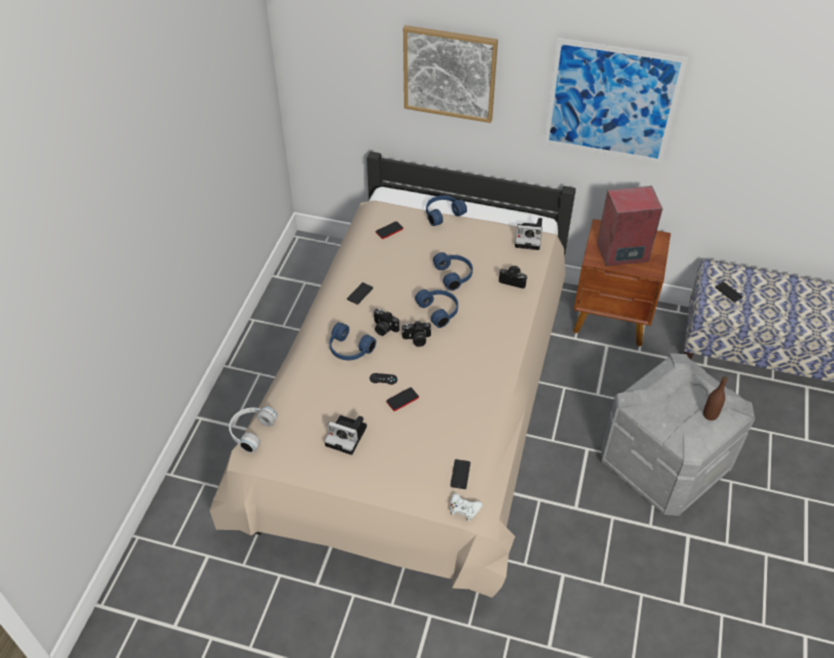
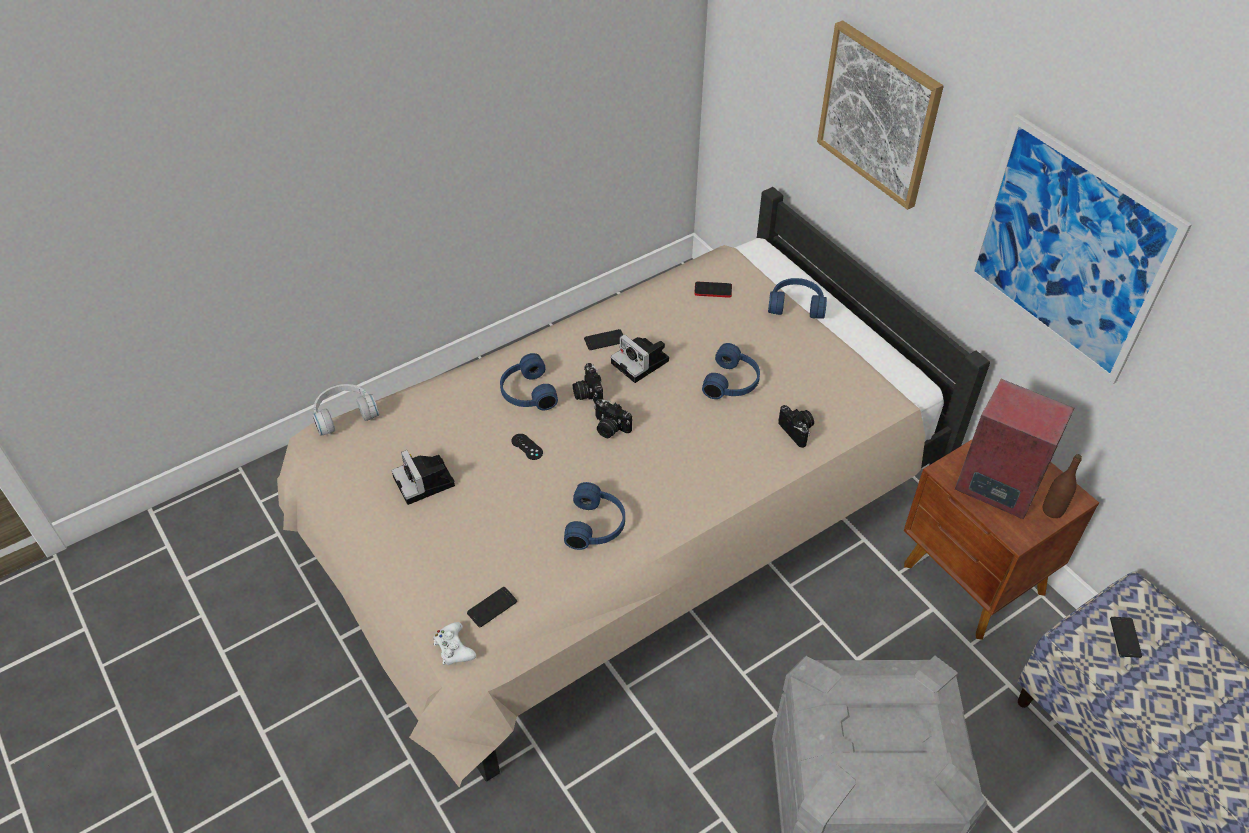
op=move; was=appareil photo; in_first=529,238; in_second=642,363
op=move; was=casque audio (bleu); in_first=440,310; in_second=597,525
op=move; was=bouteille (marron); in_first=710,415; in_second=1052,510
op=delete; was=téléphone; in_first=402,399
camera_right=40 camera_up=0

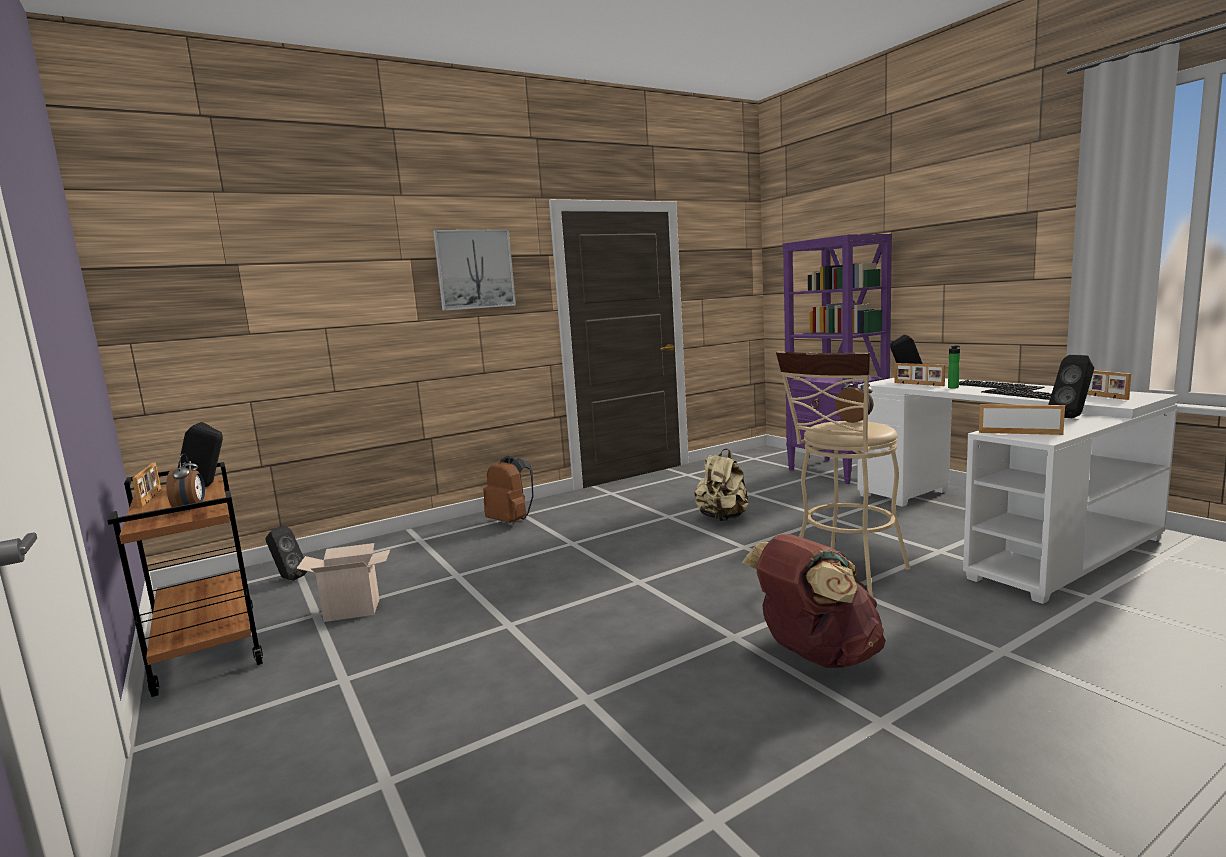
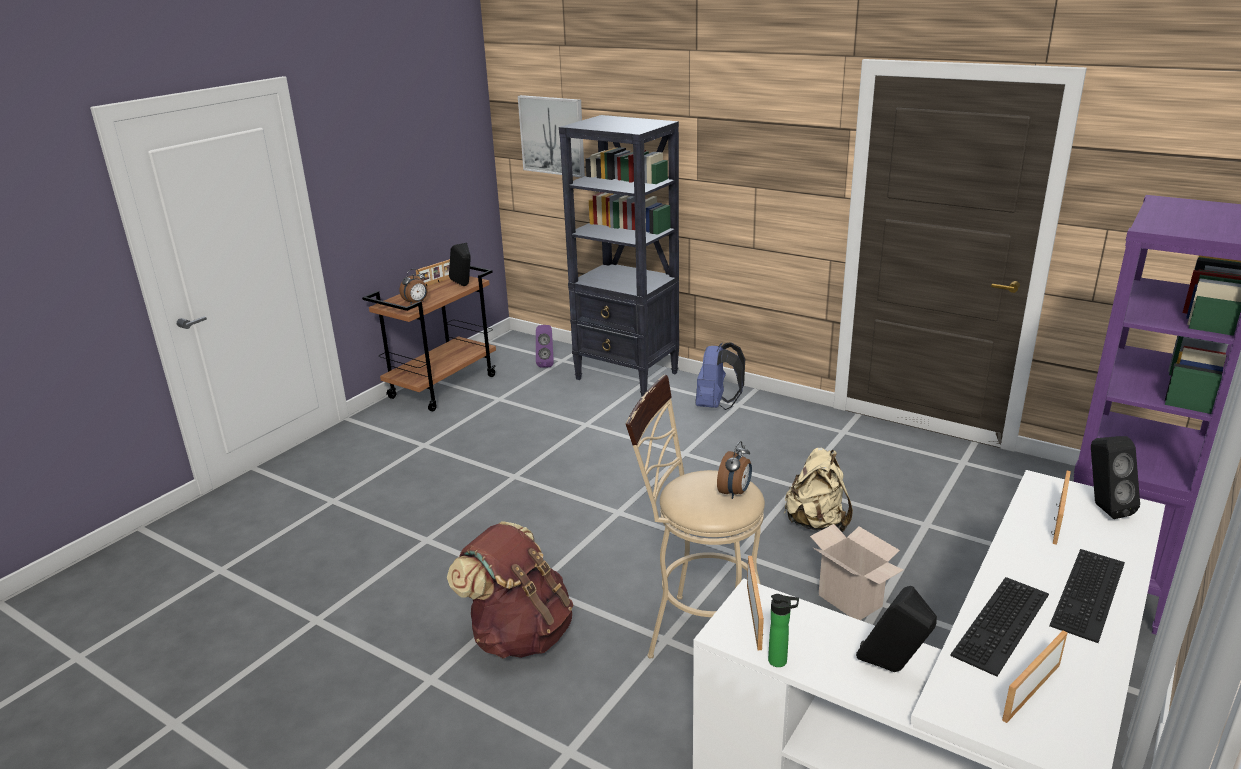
op=move; was=tableau; in_first=475,269; in_second=552,135
op=move; was=bouteille; in_first=953,387; in_second=780,661
op=recolor; was=sac à dos (marron); now=sac à dos (bleu); in_first=511,521; in_second=716,405
op=recolor; was=enceinte (noir); now=enceinte (violet); in_first=288,578; in_second=546,364
op=move; was=carton; in_first=354,609; in_second=852,601
op=insert; now=bibliothèque (noir); in_second=627,376
camera_right=65 camera_up=15

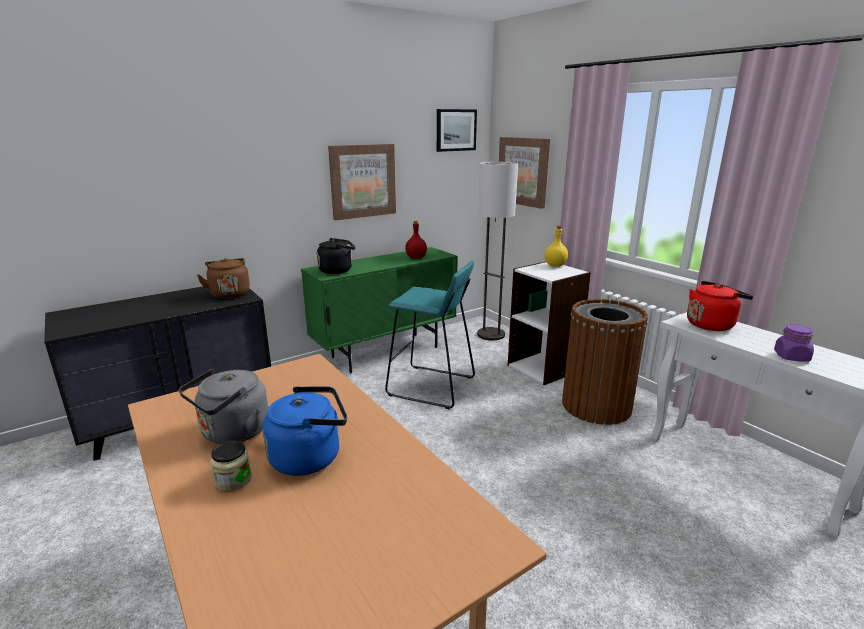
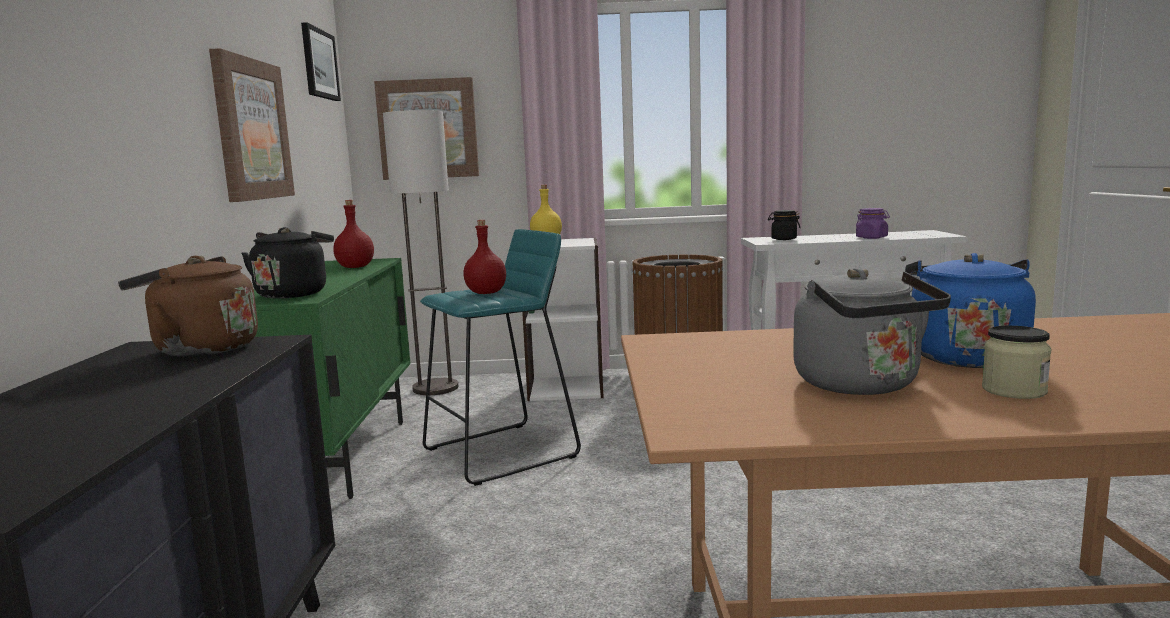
op=replace; was=bouilloire (rouge); now=bocal (noir); in_first=711,324; in_second=783,239
op=insert; now=bouteille (rouge); in_second=486,293
camera_right=-55 camera_up=-10

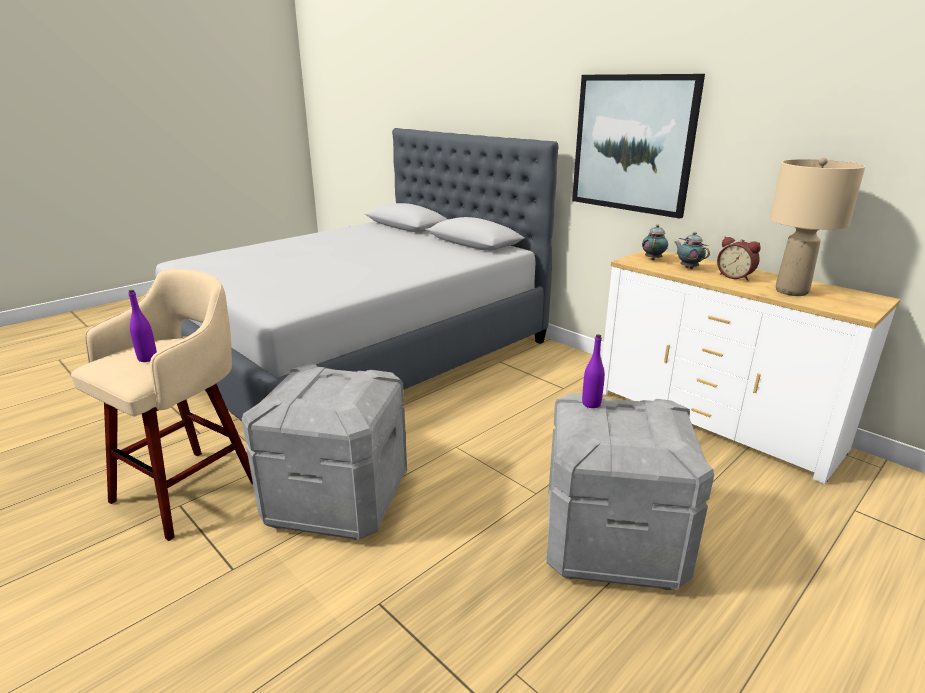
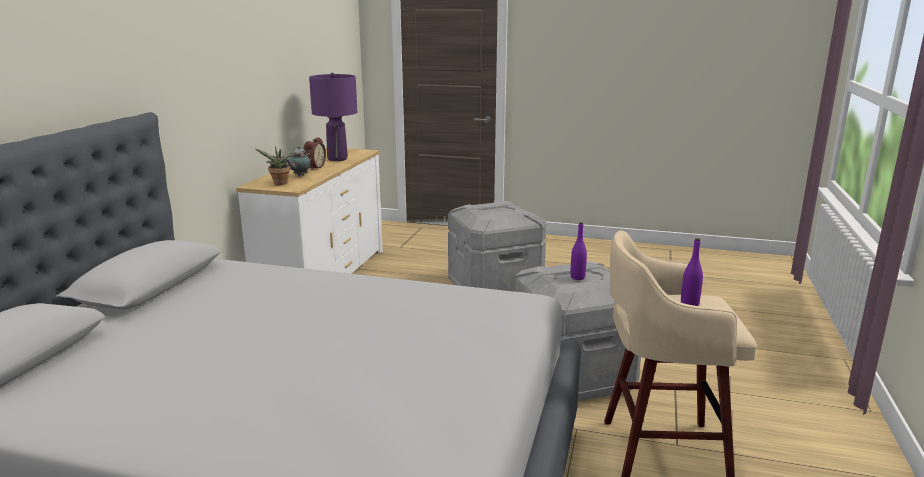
op=delete; was=tableau; in_first=632,144
op=recolor; was=lampe de table (beige); now=lampe de table (violet); in_first=792,291; in_second=338,159
op=replace; was=théière; now=plante en pot; in_first=653,259; in_second=279,184
op=move; was=bouteille (violet); in_first=591,404; in_second=577,277
camera_right=-120 camera_up=-5

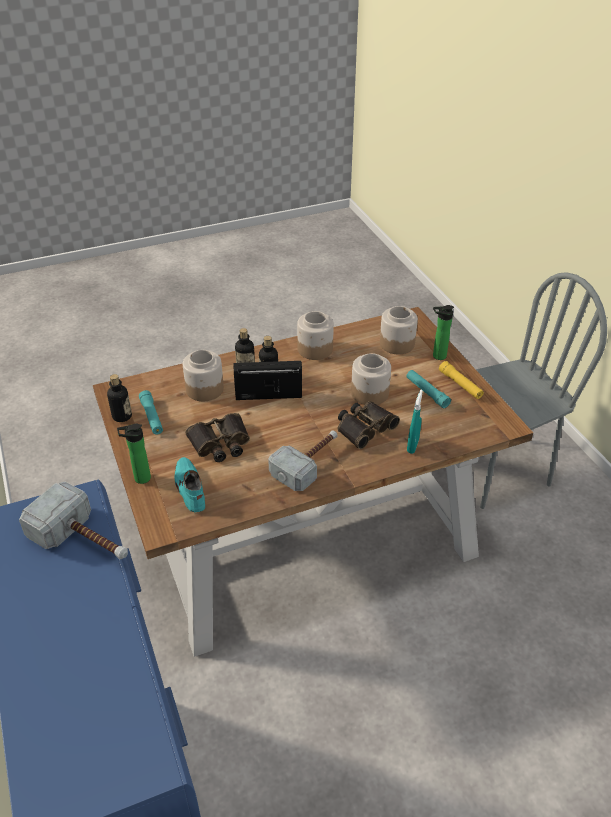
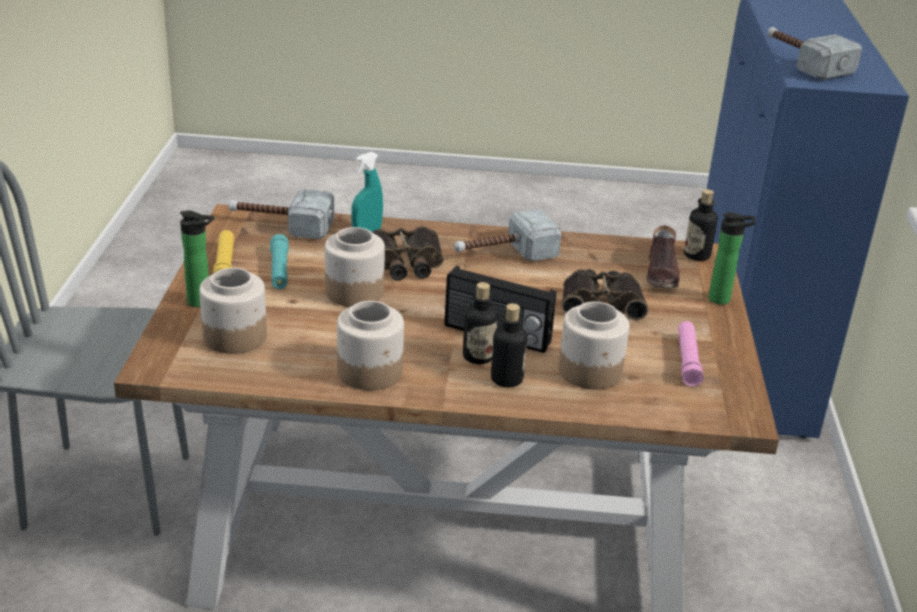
op=move; was=bouteille; in_first=122,416; in_second=697,255
op=recolor; was=lampe de poche (turquoise); now=lampe de poche (rose); in_first=152,417; in_second=687,360
op=recolor; was=chaussure (turquoise); now=chaussure (marron); in_first=189,488; in_second=662,274
op=insert; now=marteau; in_second=280,224
camera_right=-155 camera_up=-10

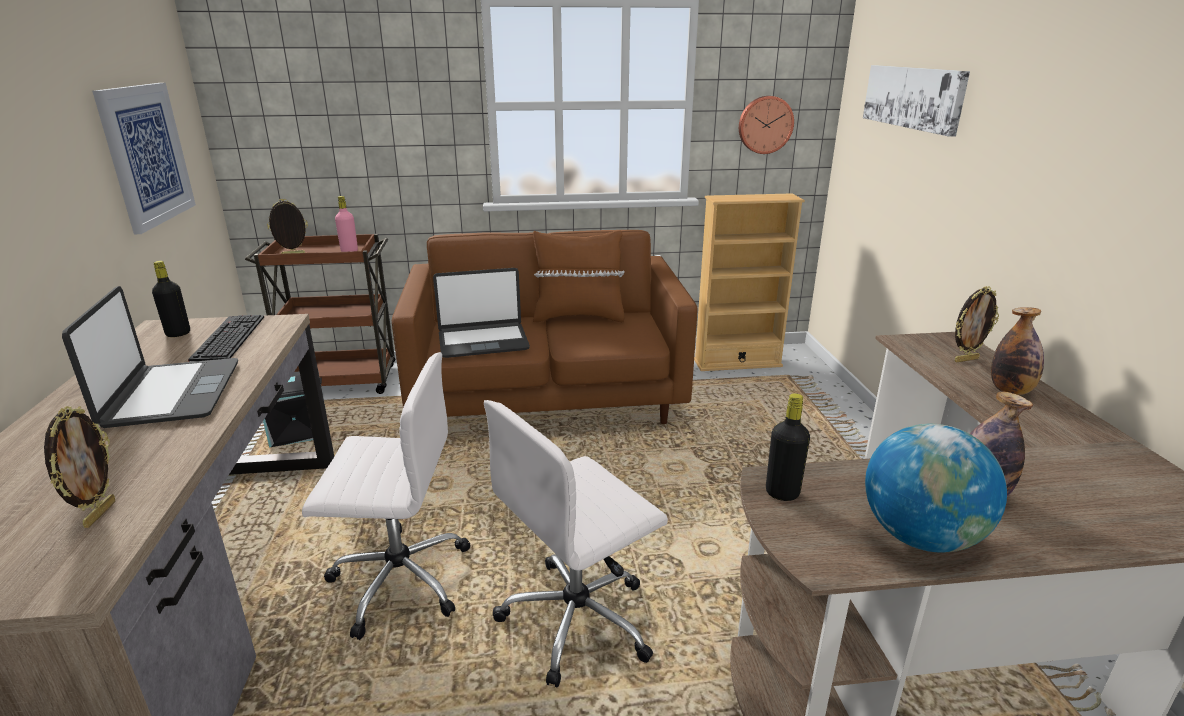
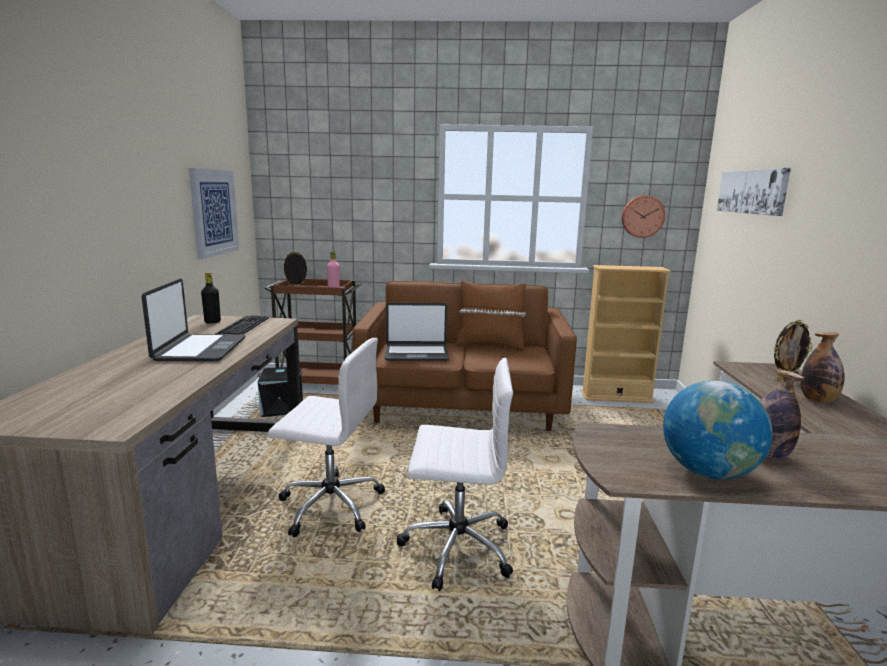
op=delete; was=bouteille (noir); in_first=782,493
op=rotate; was=chaise de bureau (blanc); in_first=579,619; in_second=455,547; clockwise=-150
op=delete; was=cadre photo; in_first=99,514
camera_right=10 camera_up=-10

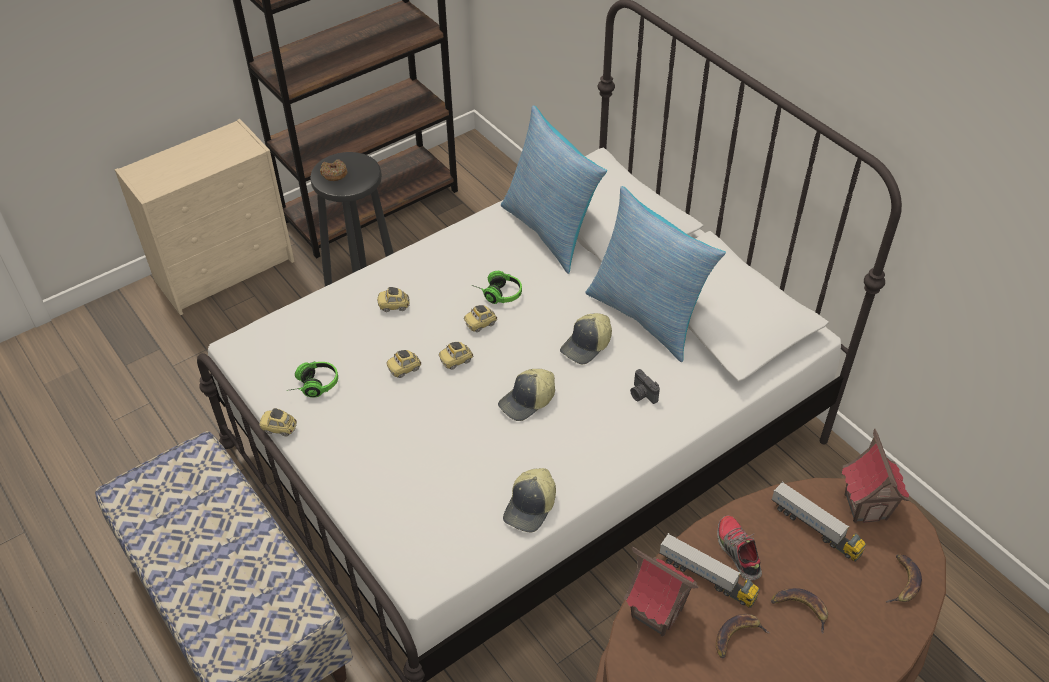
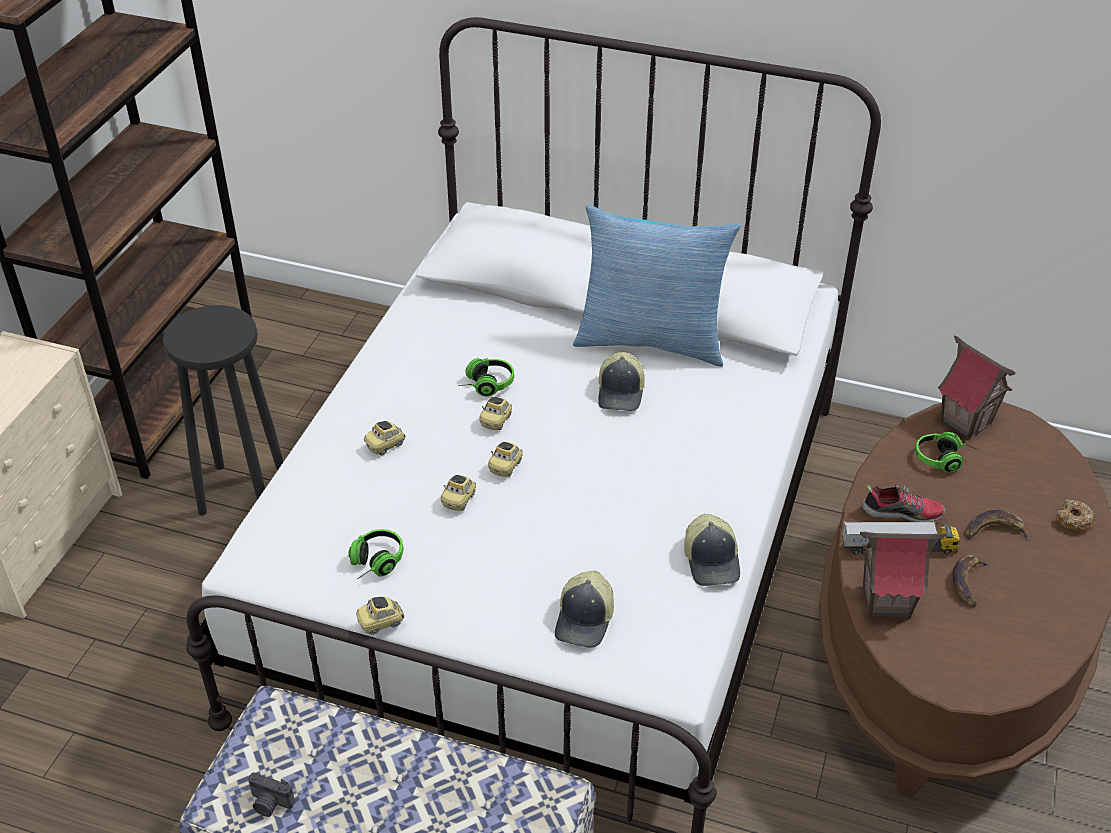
op=delete; was=coussin; in_first=551,231
op=move; was=beignet; in_first=334,174; in_second=1073,520
op=move; was=casquette; in_first=527,401; in_second=585,619
op=move; was=appareil photo; in_first=642,395; in_second=270,804
op=replace; was=camion jouet; now=casque audio; in_first=815,528; in_second=944,460
op=rotate; was=chaussure; in_first=737,551; in_second=902,512; clockwise=150
op=delete; was=banane; in_first=903,582
camera_right=-35 camera_up=-5

